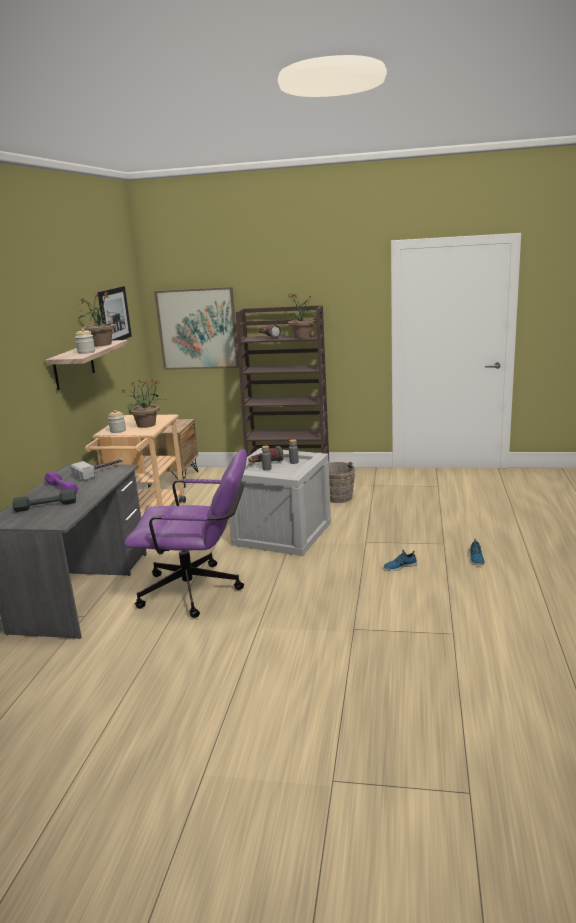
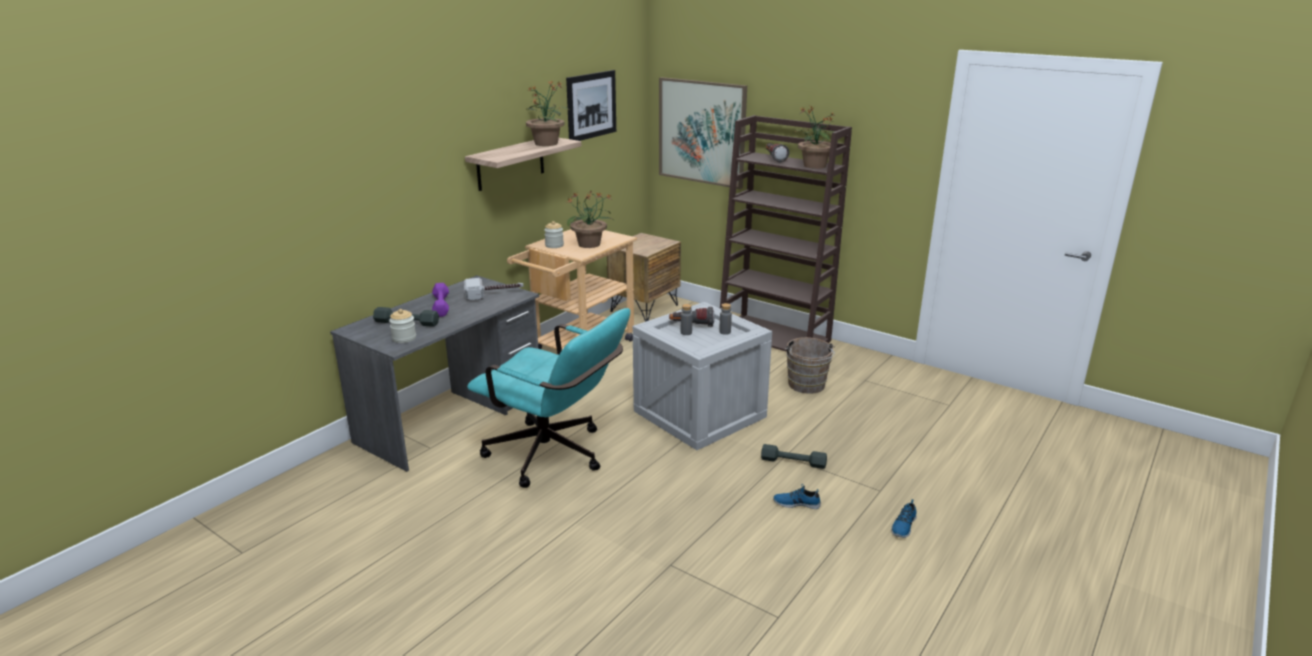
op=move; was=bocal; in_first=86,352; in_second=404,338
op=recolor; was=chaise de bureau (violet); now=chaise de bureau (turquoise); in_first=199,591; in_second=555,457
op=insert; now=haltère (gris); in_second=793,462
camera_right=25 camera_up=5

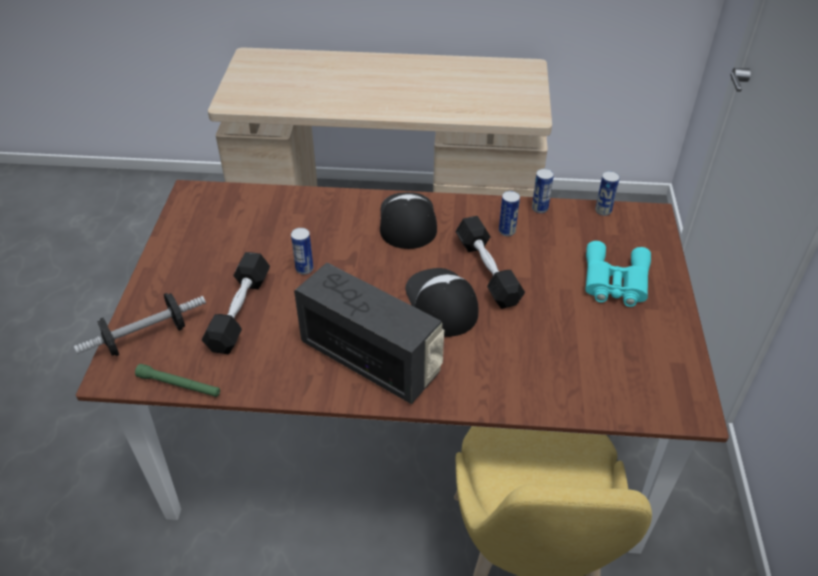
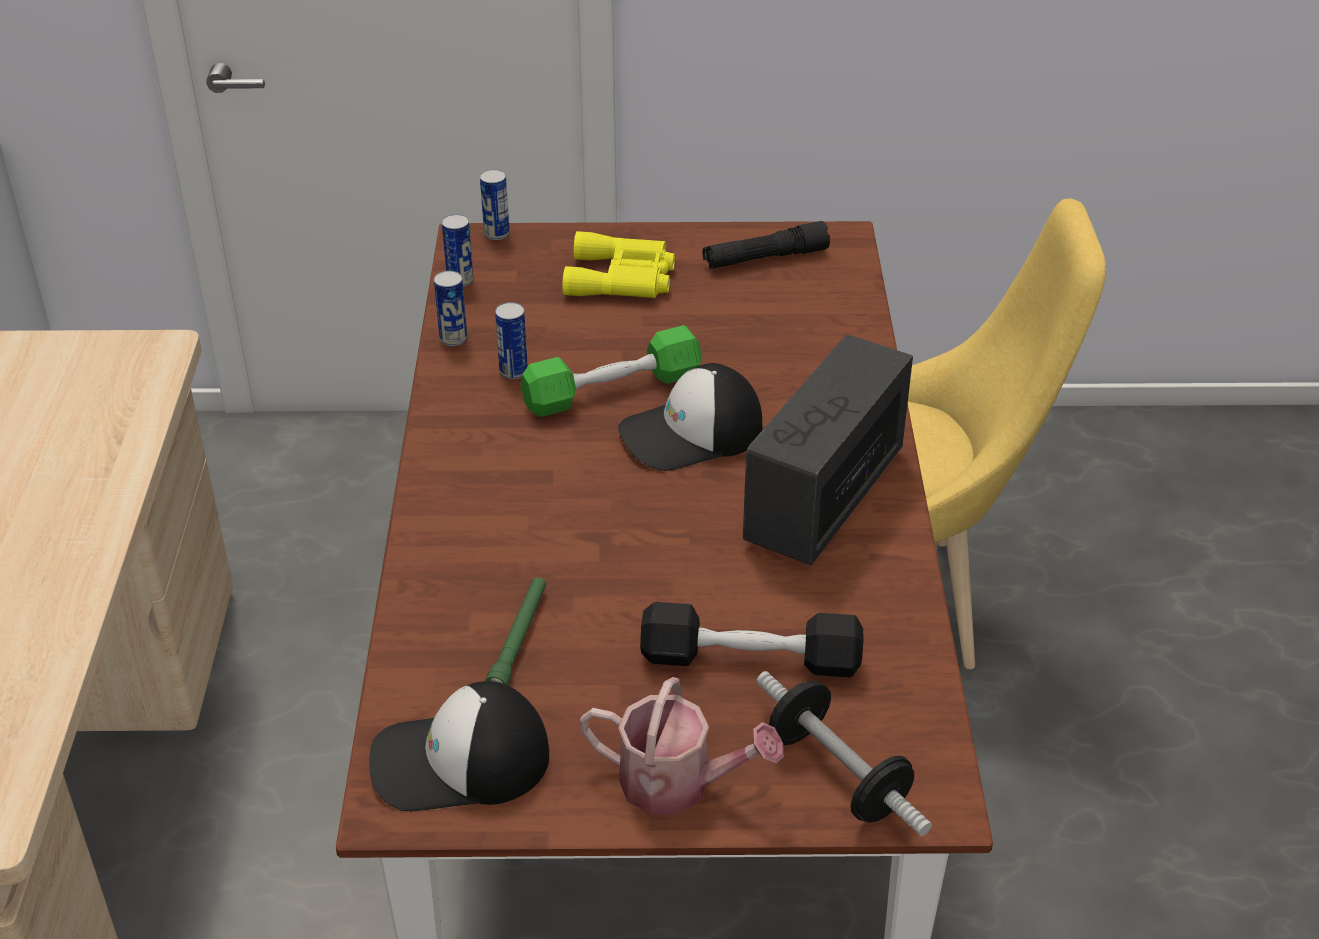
op=move; was=casquette; in_first=407,221; in_second=459,762
op=recolor; was=haltère (noir); now=haltère (vert); in_first=487,271; in_second=612,389
op=move; was=boîte métallique; in_first=304,269; in_second=496,234
op=recolor; was=jumelles (turquoise); now=jumelles (jaune); in_first=615,282; in_second=623,278
op=move; was=lampe de poche (vert); in_first=179,385; in_second=518,639
op=insert; now=lampe de poche (noir); in_second=765,258
op=insert; now=arrosoir; in_second=678,784
camera_right=-95 camera_up=-5

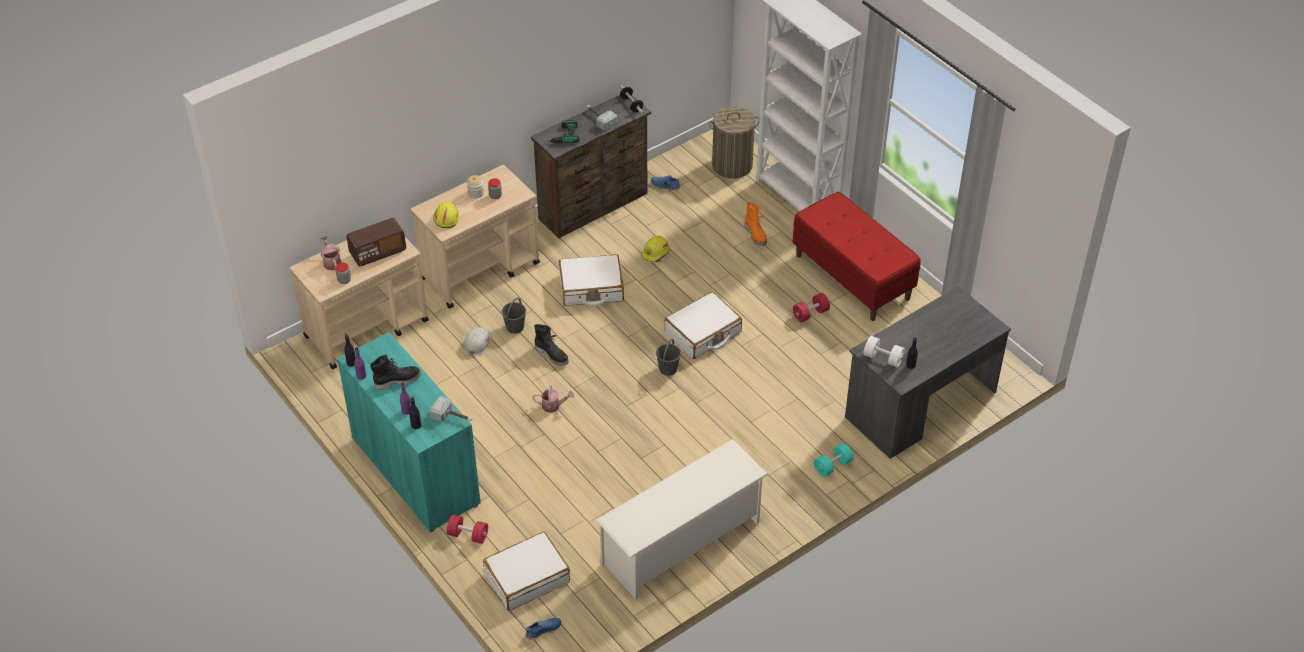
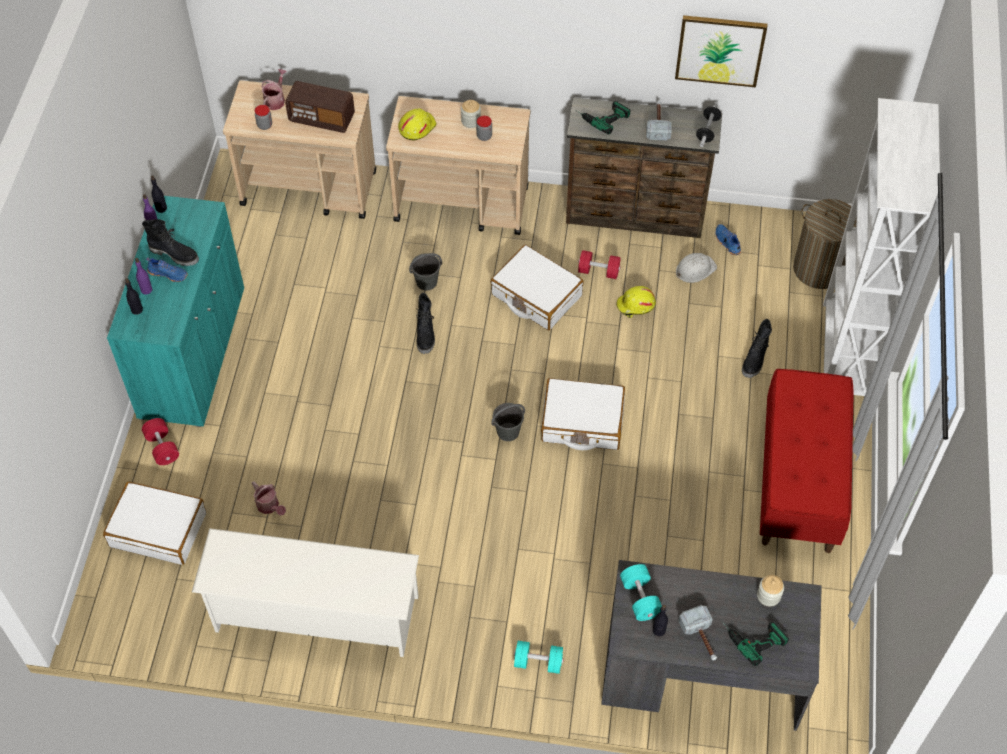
op=recolor; was=botte (orange); now=botte (noir); in_first=756,234; in_second=755,359
op=move; was=haltère (rouge); in_first=810,314; in_second=598,271
op=move; was=casque de chantier (blanc); in_first=477,343; in_second=695,269
op=recolor; was=haltère (blanc); now=haltère (turquoise); in_first=883,358; in_second=640,598
op=move; was=arrosoir; in_first=553,406; in_second=270,506
op=move; was=marteau; in_first=453,417; in_second=701,638
op=move; was=chaussure (bleu); in_first=543,630; in_second=168,273
op=insert; now=tableau; in_second=720,50
op=insert; now=bocal; in_second=768,596
op=insert; now=perceuse; in_second=752,635
camera_right=45 camera_up=10

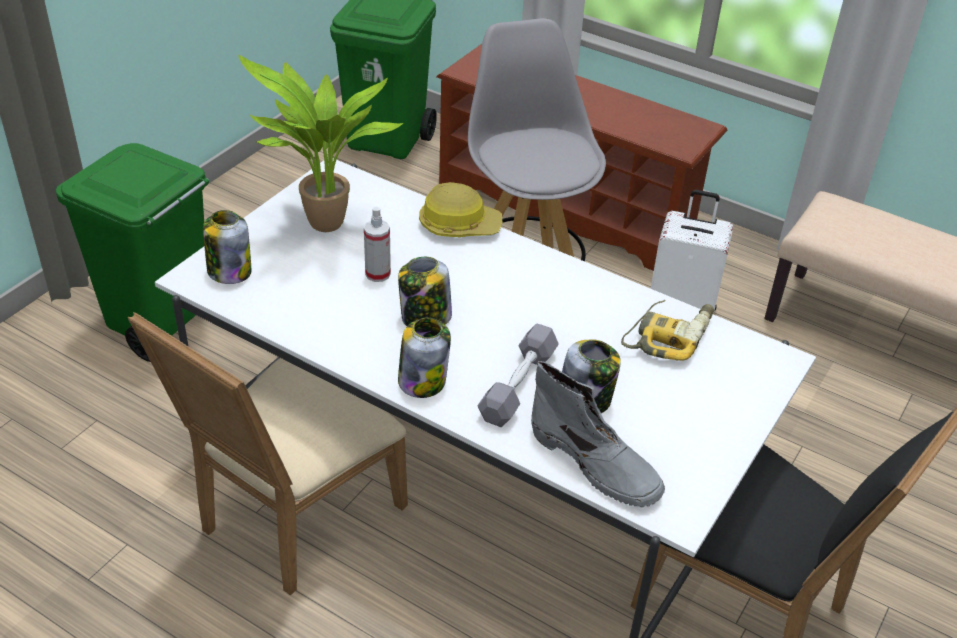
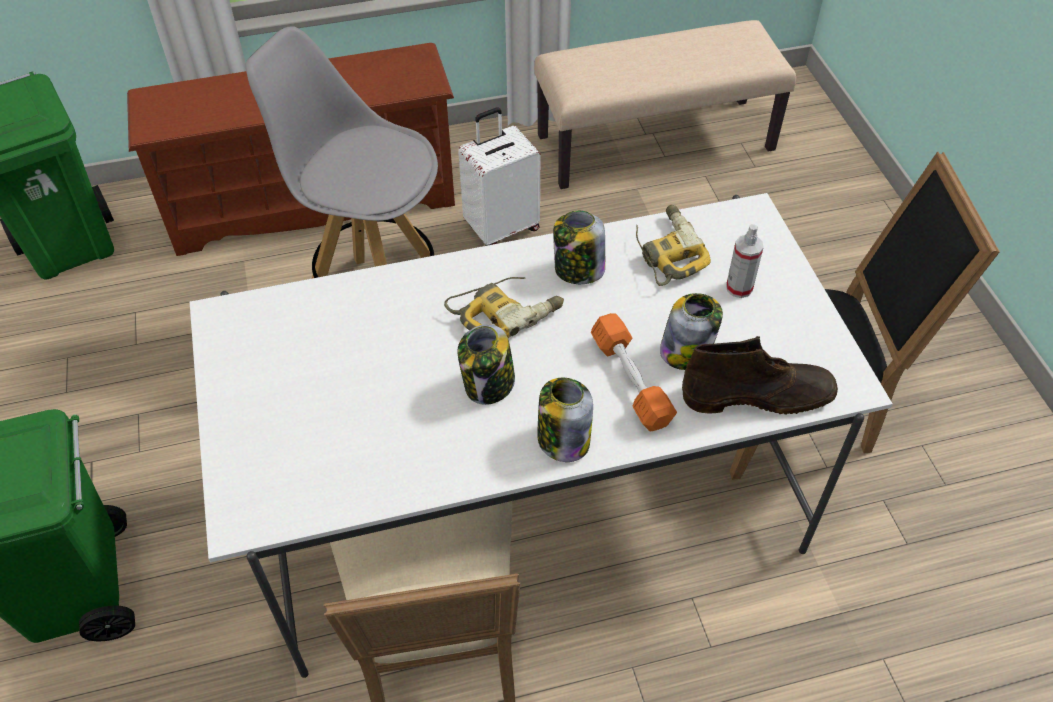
op=delete; was=plante en pot; in_first=323,228
op=delete; was=casque de chantier; in_first=459,225
op=move; was=vaporisateur; in_first=378,274; in_second=739,288
op=move; was=bocal; in_first=229,271; in_second=578,270
op=recolor; was=haltère (gris); now=haltère (orange); in_first=518,385; in_second=630,381
op=recolor; was=botte (gris); now=botte (marron); in_first=595,464; in_second=758,395
op=insert; now=perceuse; in_second=506,313
camera_right=-45 camera_up=10

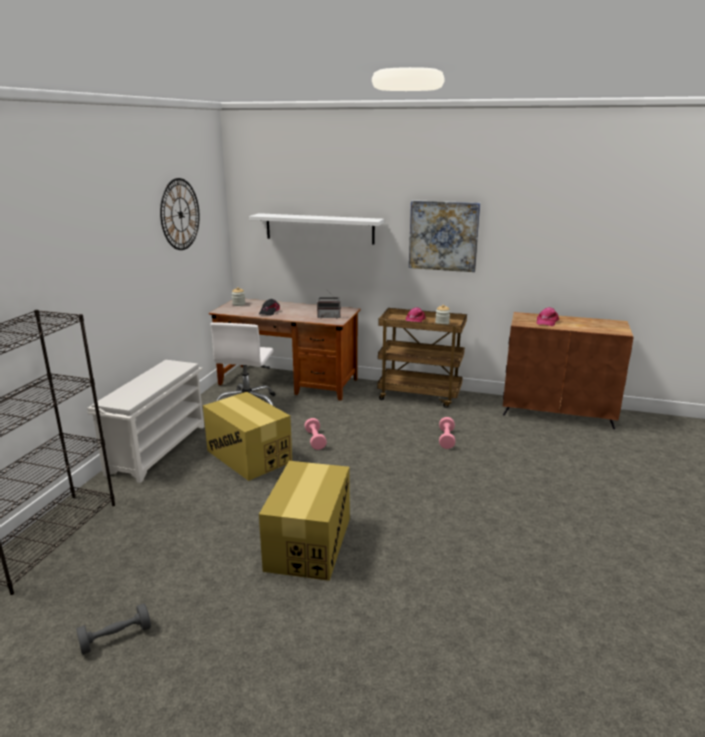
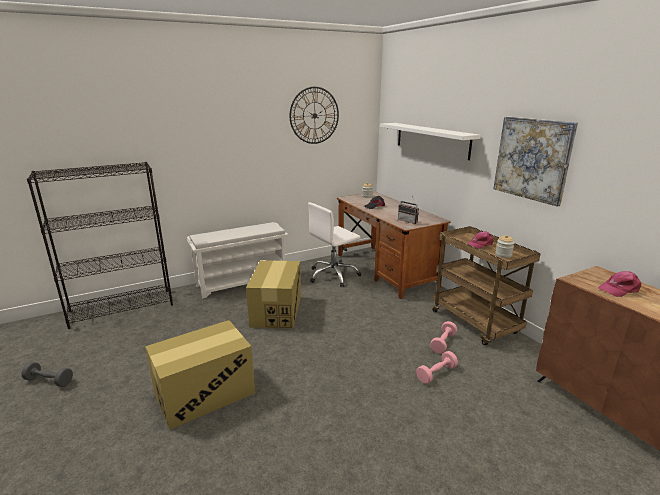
op=move; was=haltère (rose); in_first=315,440; in_second=443,343
camera_right=45 camera_up=0

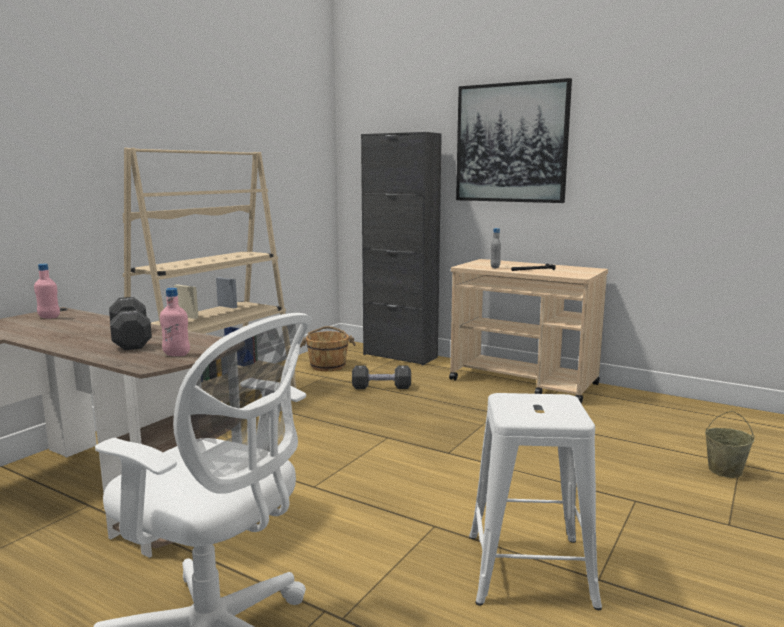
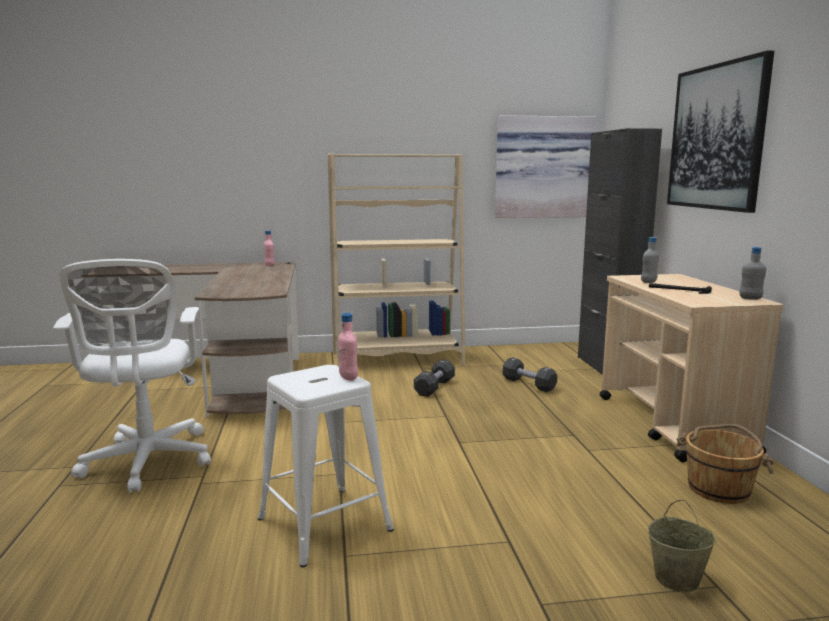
op=move; was=bouteille (rose); in_first=176,354; in_second=348,378
op=move; was=haltère (noir); in_first=131,339; in_second=434,387
op=move; was=seau (marron); in_first=328,365; in_second=719,489
op=insert; now=tableau; in_second=543,167
op=insert; now=bouteille (gris); in_second=750,298
camera_right=50 camera_up=0

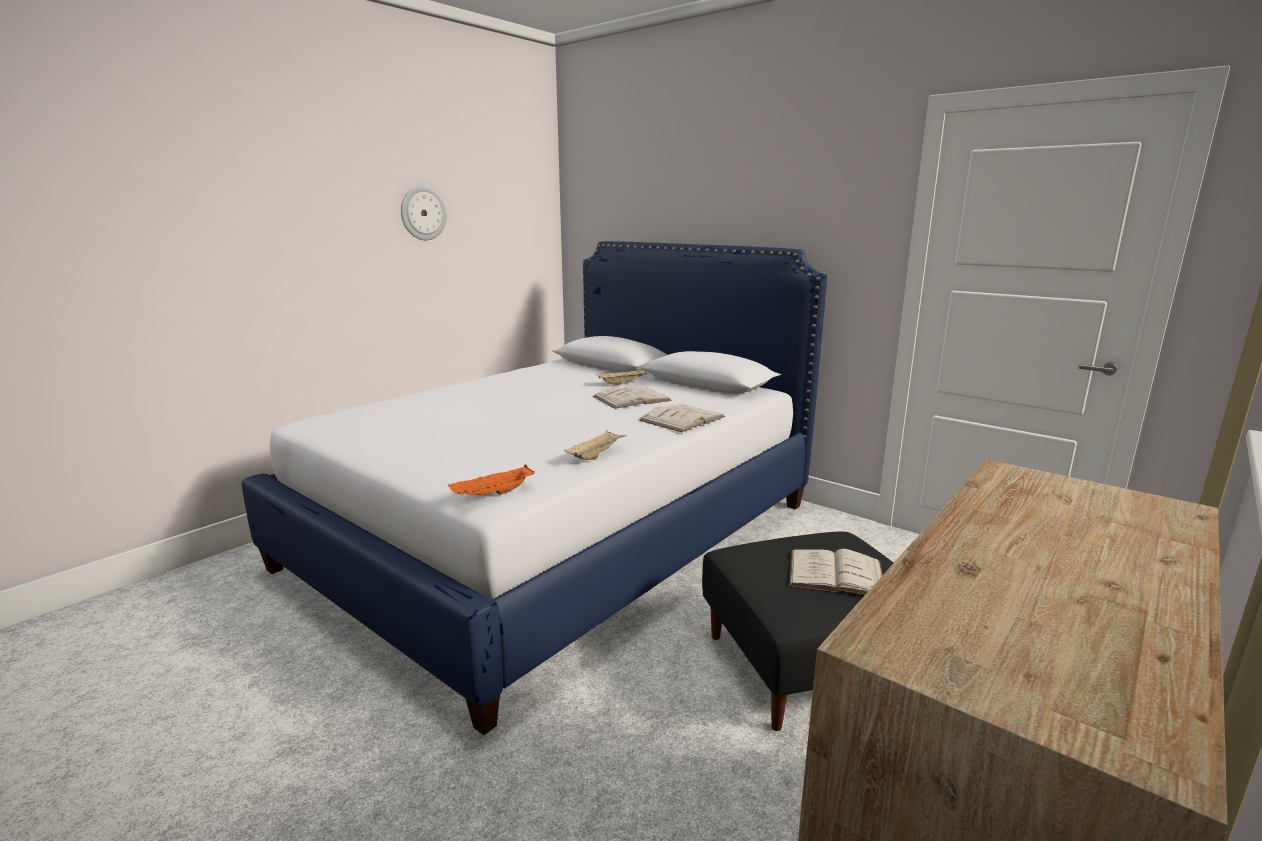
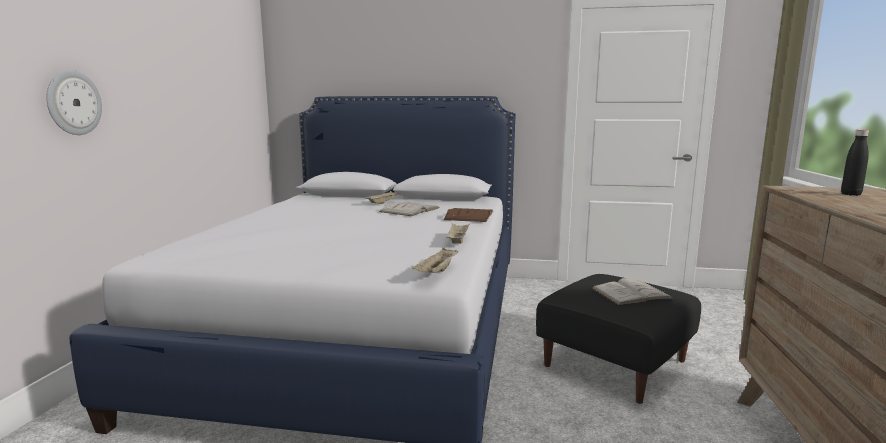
op=move; was=horloge murale; in_first=423,213; in_second=73,103
op=recolor; was=livre (blanc); now=livre (marron); in_first=682,418; in_second=469,215
op=recolor; was=plateau (orange); now=plateau (beige); in_first=493,494; in_second=437,272
op=insert; now=bouteille (noir); in_second=850,194
camera_right=-30 camera_up=-5

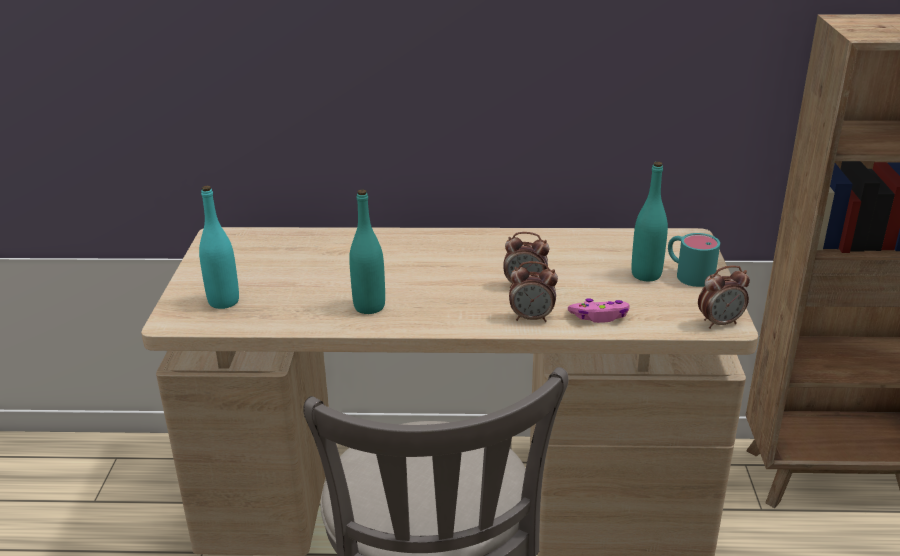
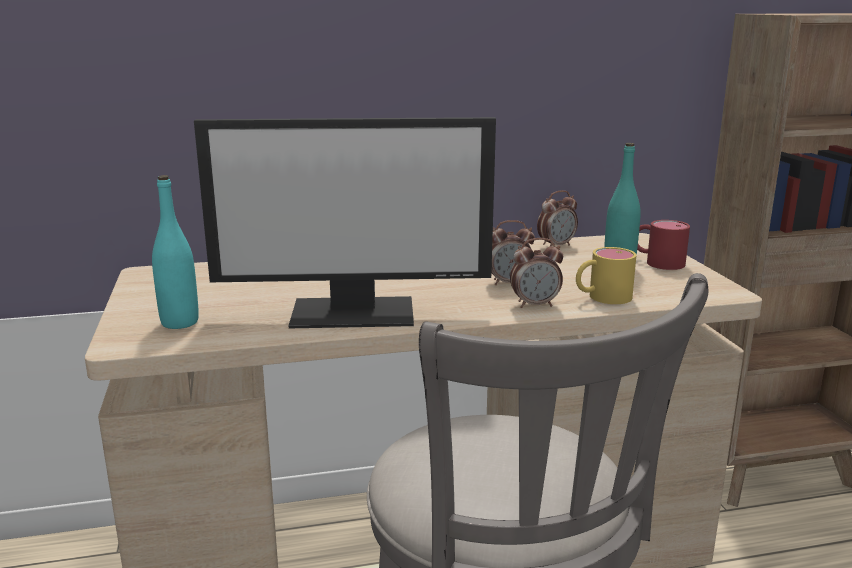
op=replace; was=bouteille (turquoise); now=écran d'ordinateur; in_first=369,306; in_second=354,312
op=recolor; was=mug (turquoise); now=mug (rouge); in_first=688,274; in_second=657,262
op=move; was=réveil; in_first=720,323; in_second=556,246
op=replace; was=manette (rose); now=mug (jaune); in_first=600,316; in_second=601,297
camera_right=-15 camera_up=-10

